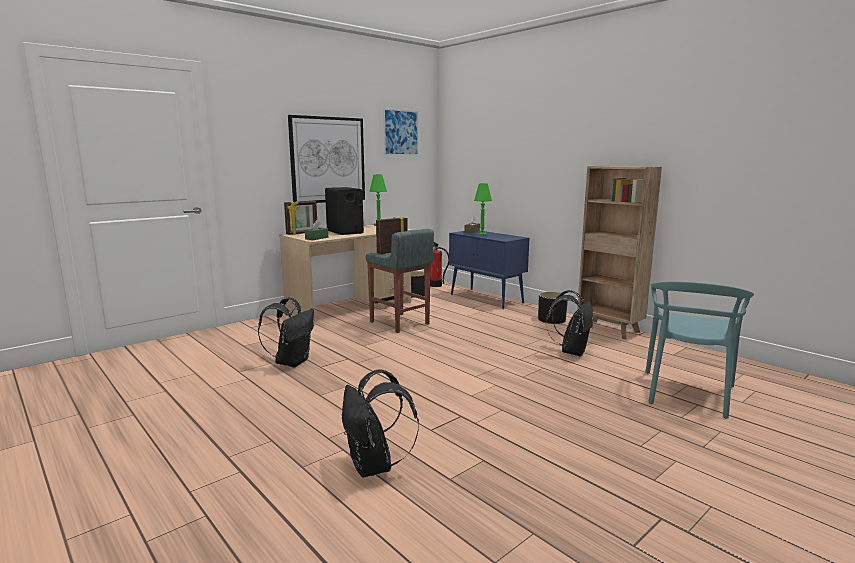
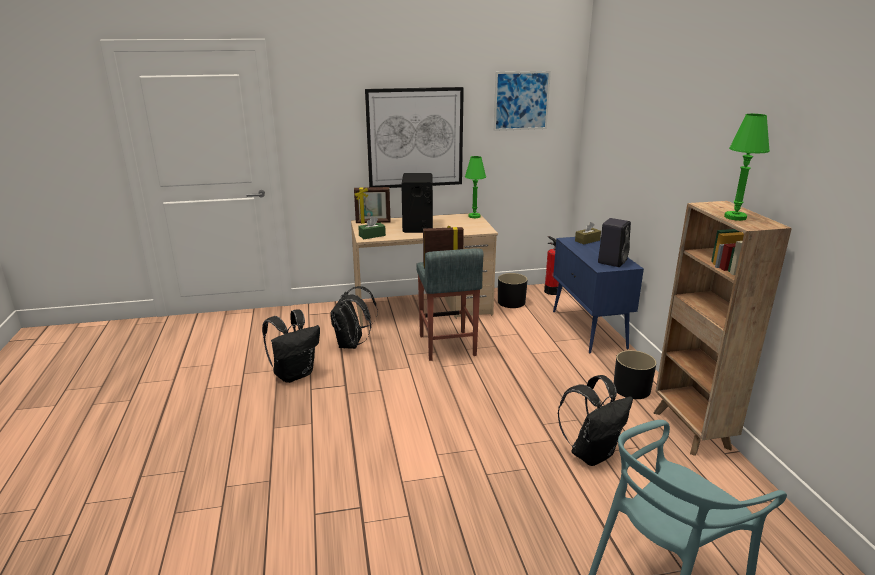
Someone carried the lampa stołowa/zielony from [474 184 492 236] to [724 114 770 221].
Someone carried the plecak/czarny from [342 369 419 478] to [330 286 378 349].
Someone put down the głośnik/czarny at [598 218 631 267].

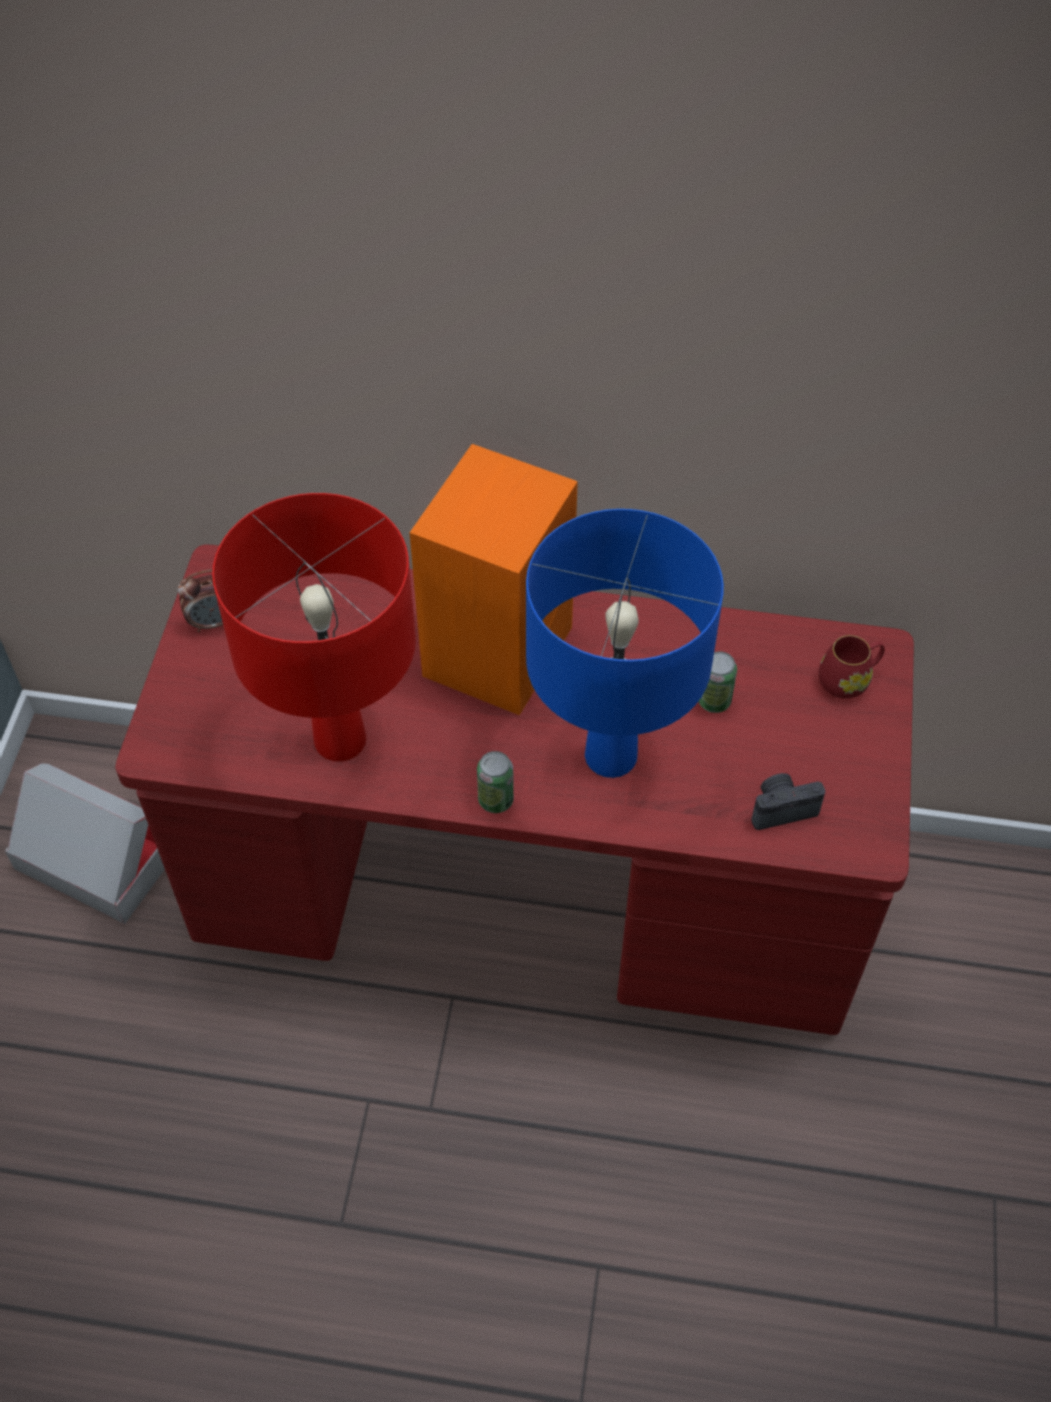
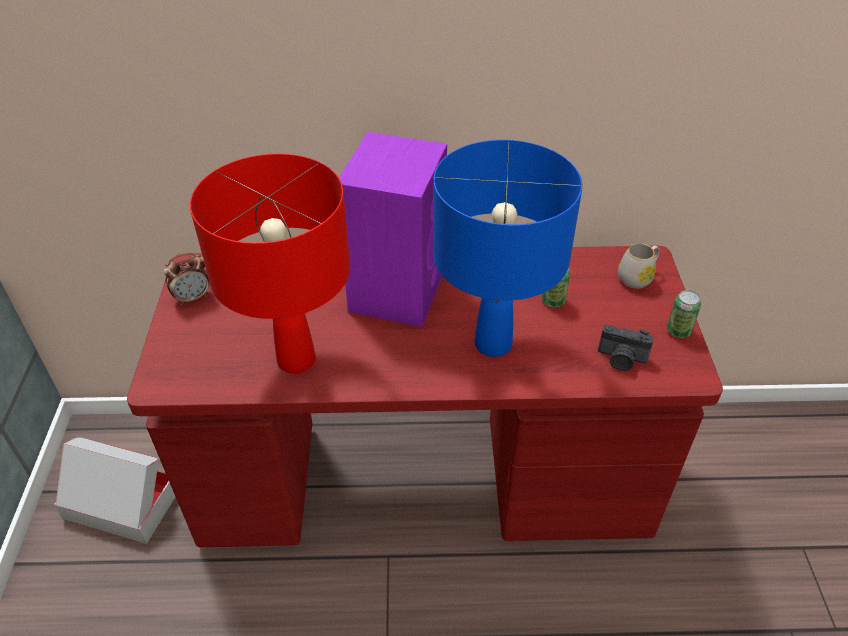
Someone repainted the głośnik/pomarańczowy at [410 444 578 715], which became the głośnik/fioletowy at [339 132 447 327].
Someone repainted the kubek/czerwony at [819 635 885 699], which became the kubek/biały at [618 243 660 288].
Someone carried the puszka from [477 751 514 813] to [667 290 701 338].
Someone rotated the aparat fotograficzny at [751 773 826 830] by 135 degrees counterclockwise.

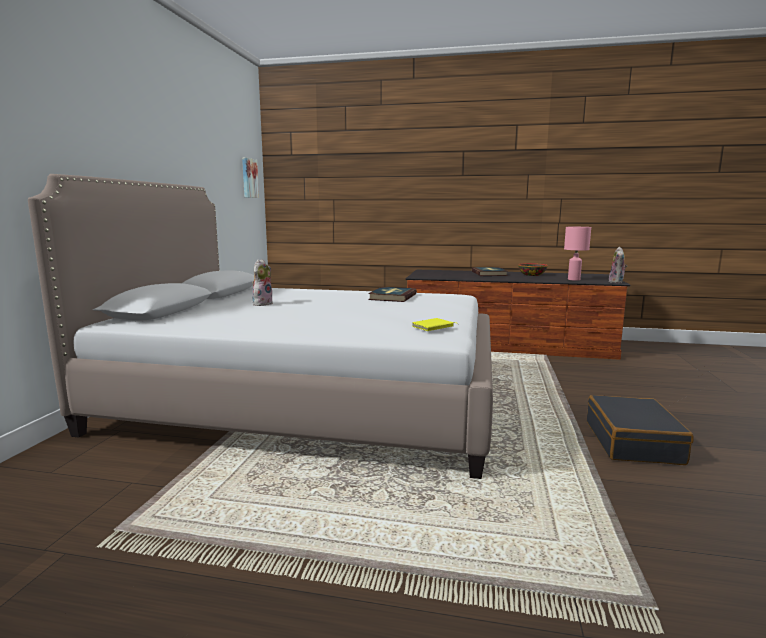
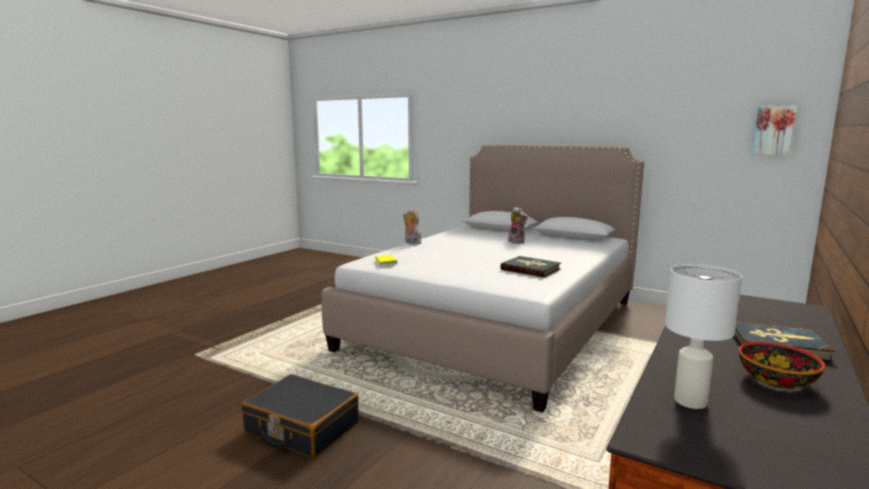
Someone repainted the lampa stołowa/różowy at [564 227 591 281], which became the lampa stołowa/biały at [665 264 742 409].
Someone carried the pluszak from [609 247 627 283] to [403 208 421 245].

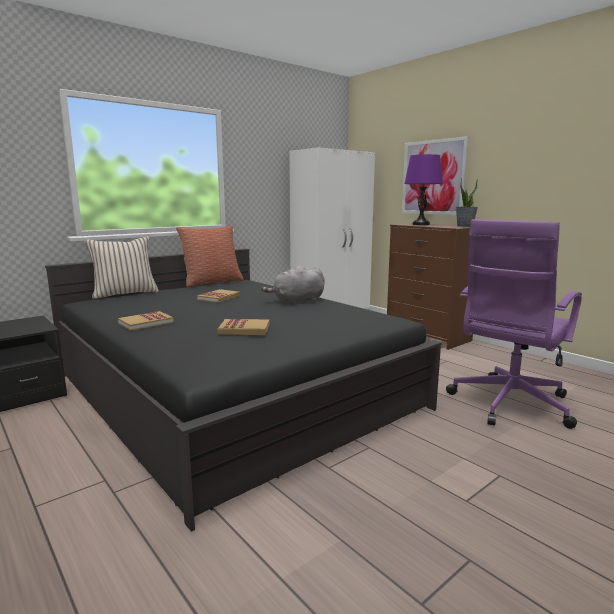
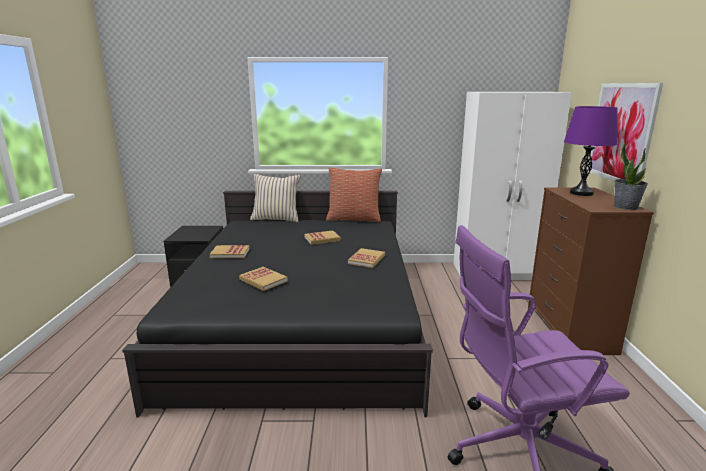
Someone swapped the pluszak/szary at [261 265 324 305] for the książka at [348 248 385 268].

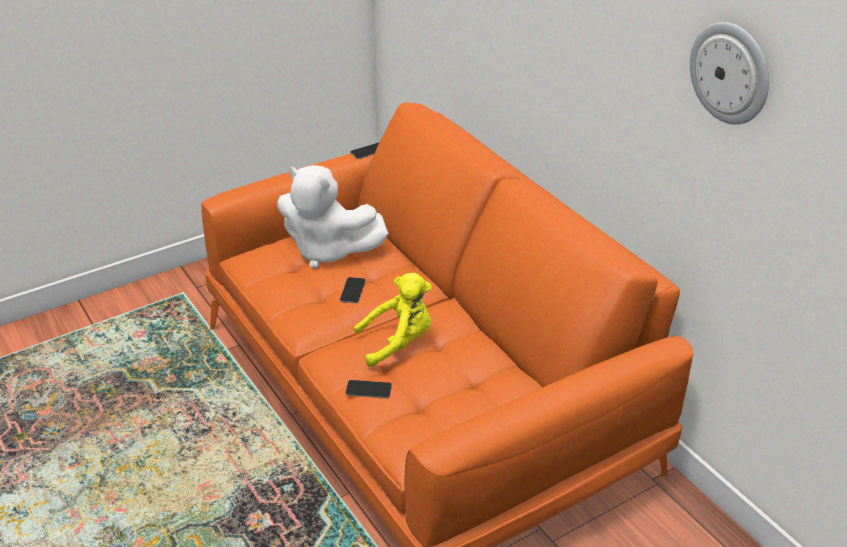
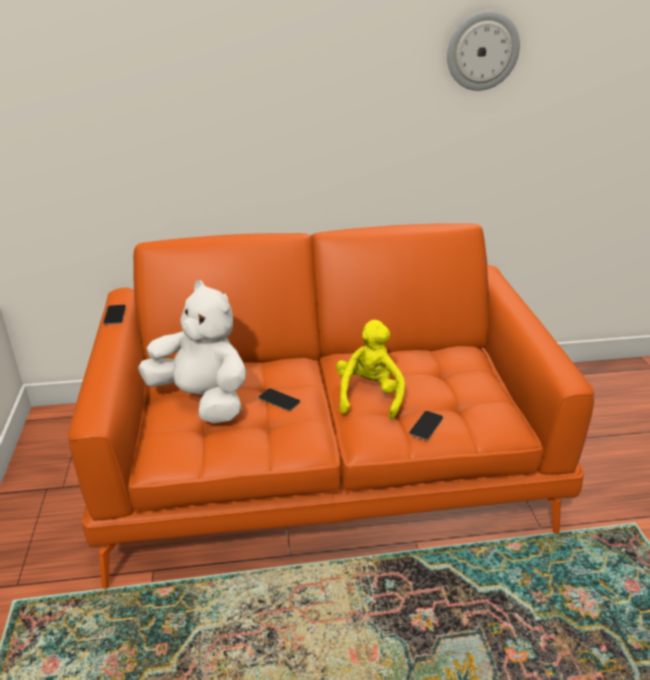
Someone rotated the pluszak/biały at [277 165 389 269] by 105 degrees counterclockwise.

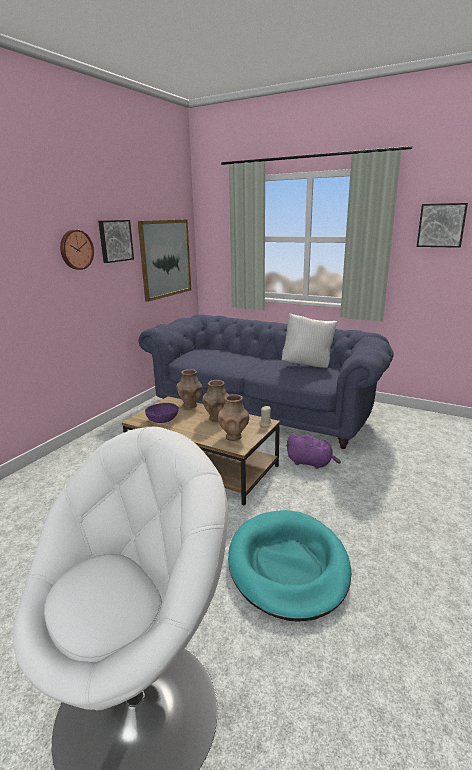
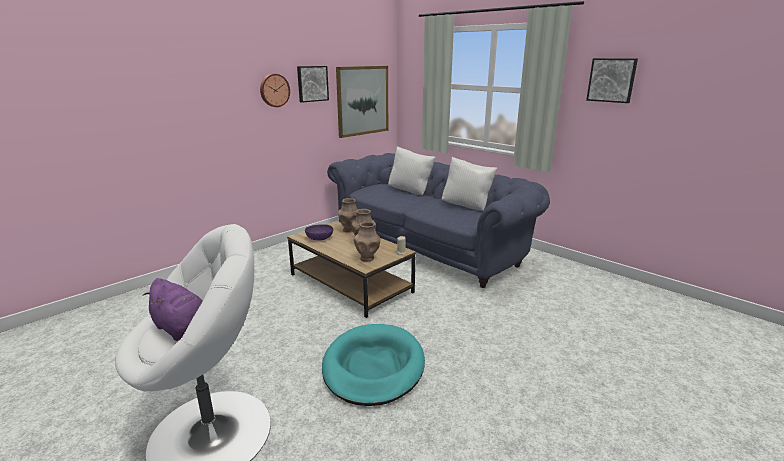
Someone carried the pluszak/fioletowy from [286 434 341 469] to [143 278 202 341].
Someone put down the poduszka/biały at [388 146 436 195].

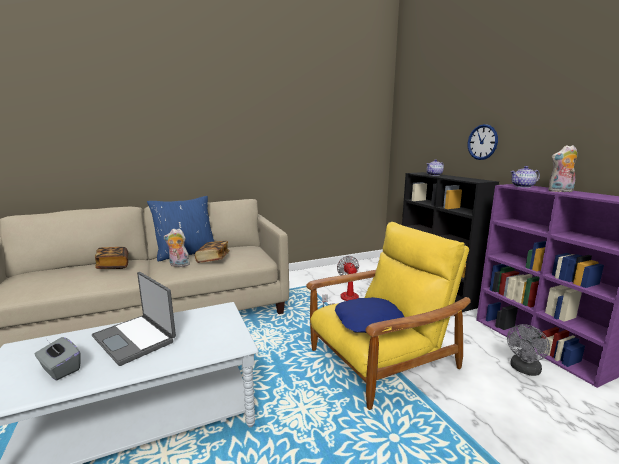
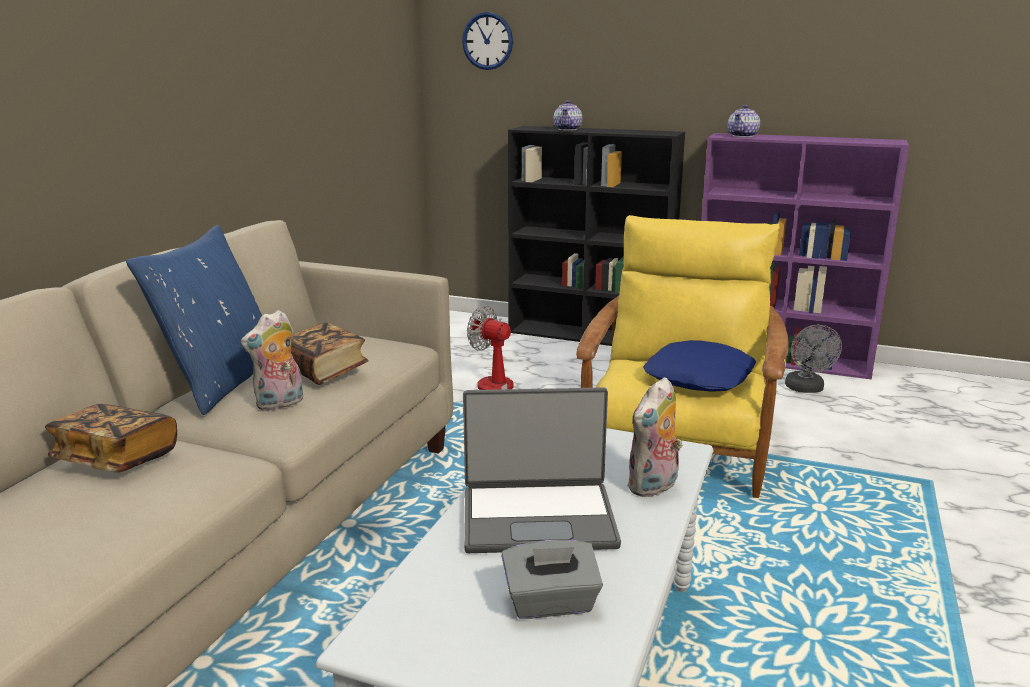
Someone carried the zegar ścienny from [468 124 498 160] to [462 12 513 70].
Someone carried the pluszak from [548 145 577 192] to [627 377 683 497].

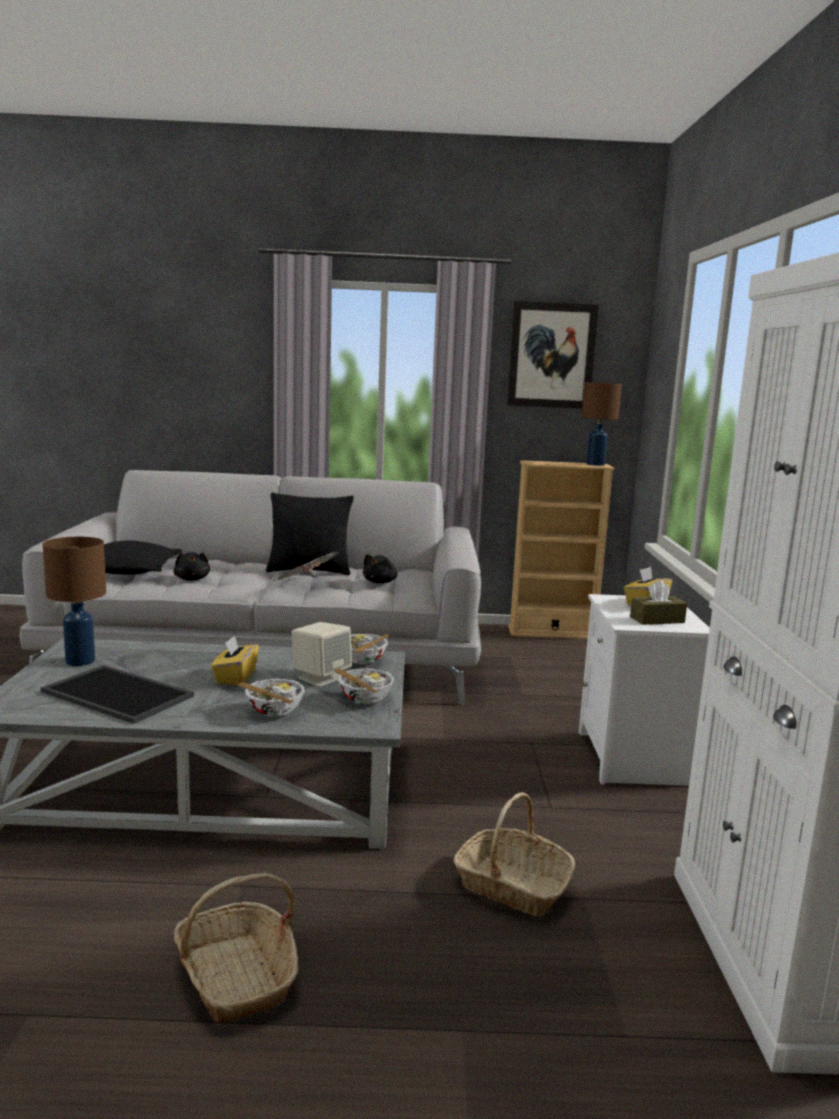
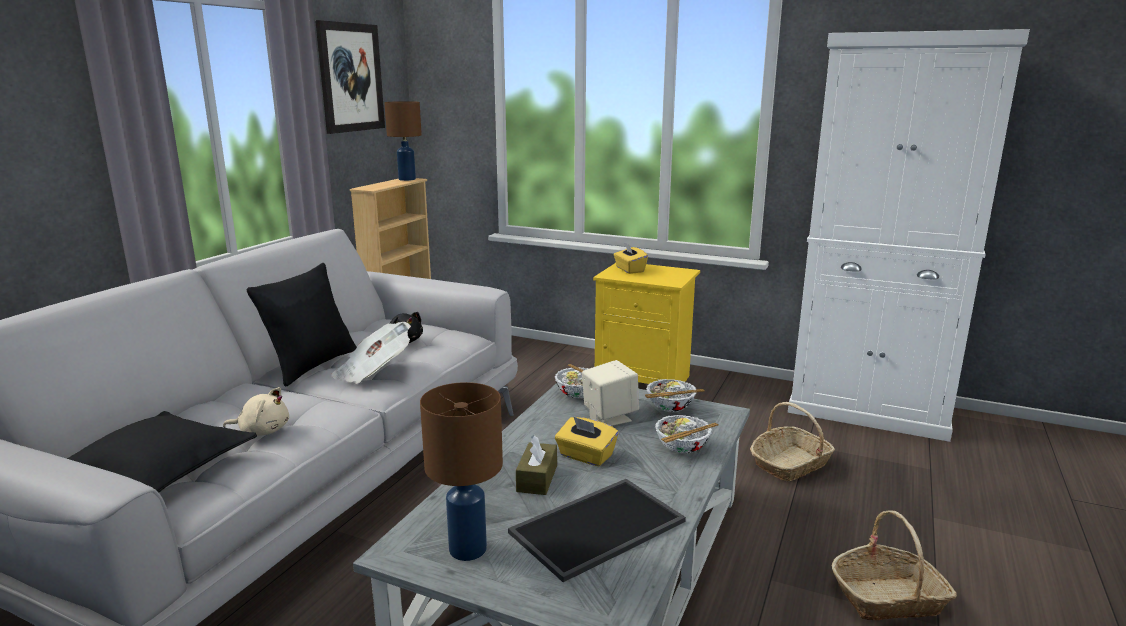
Someone repainted the pluszak/czarny at [173 552 210 581], which became the pluszak/beżowy at [223 387 289 436].
Someone carried the pudełko chusteczek/brązowy from [630 580 687 625] to [516 435 557 495].
Someone repainted the szafka nocna/biały at [579 594 710 786], which became the szafka nocna/żółty at [593 263 700 384].

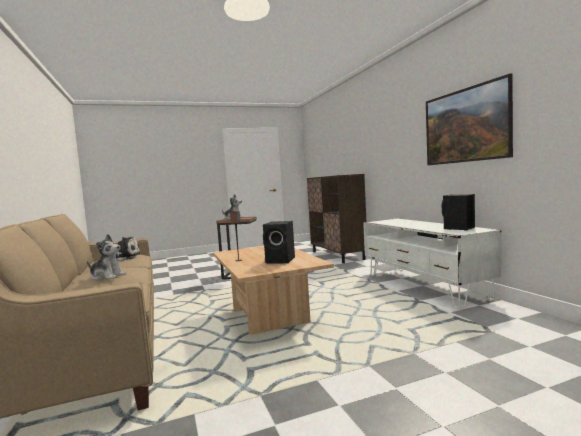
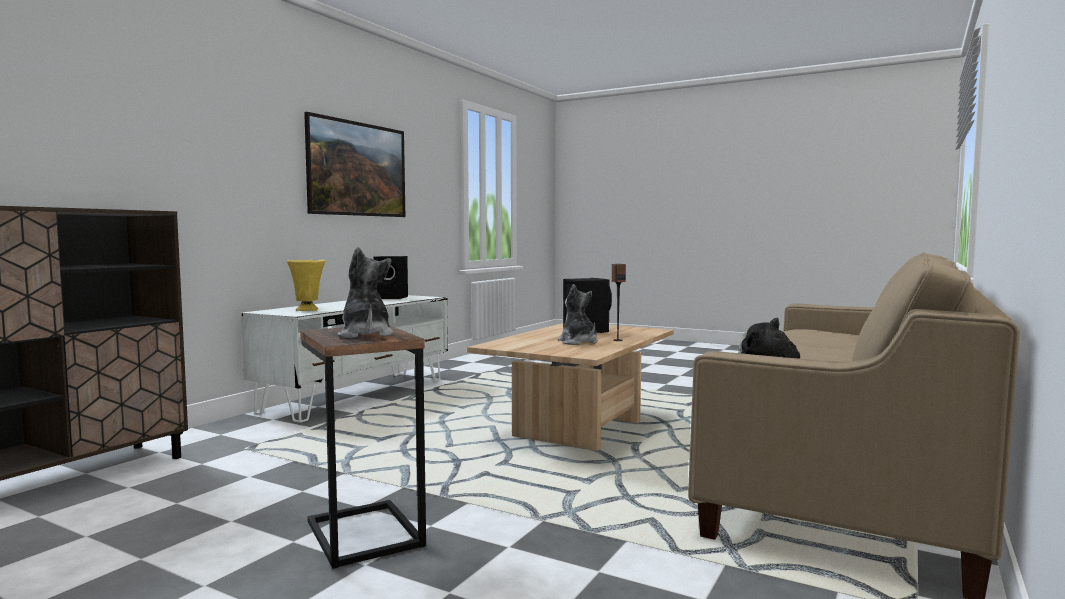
Someone carried the pluszak from [87 234 126 280] to [558 284 598 345].
Someone put down the wazon/żółty at [287 260 326 311].

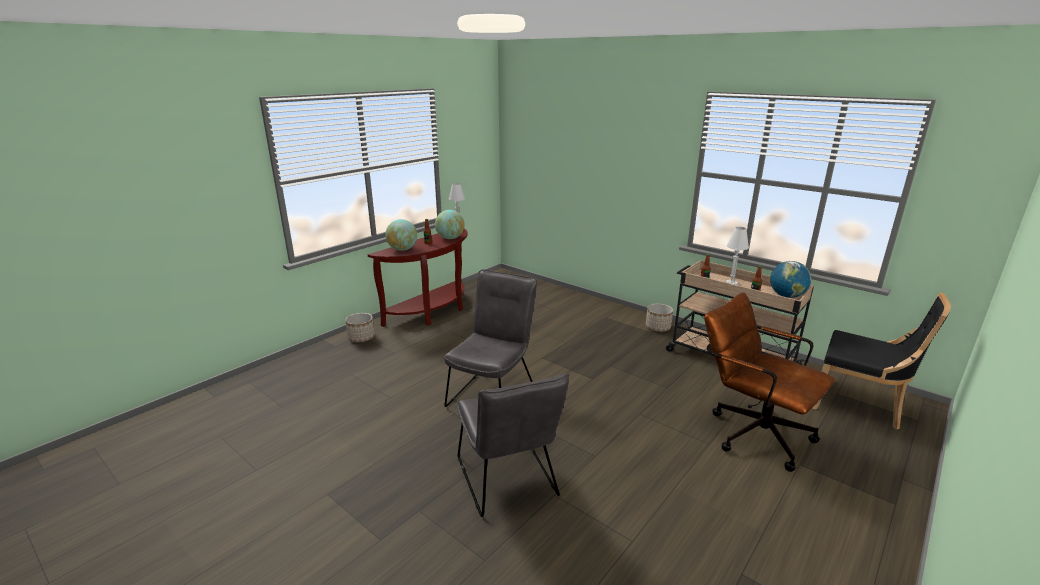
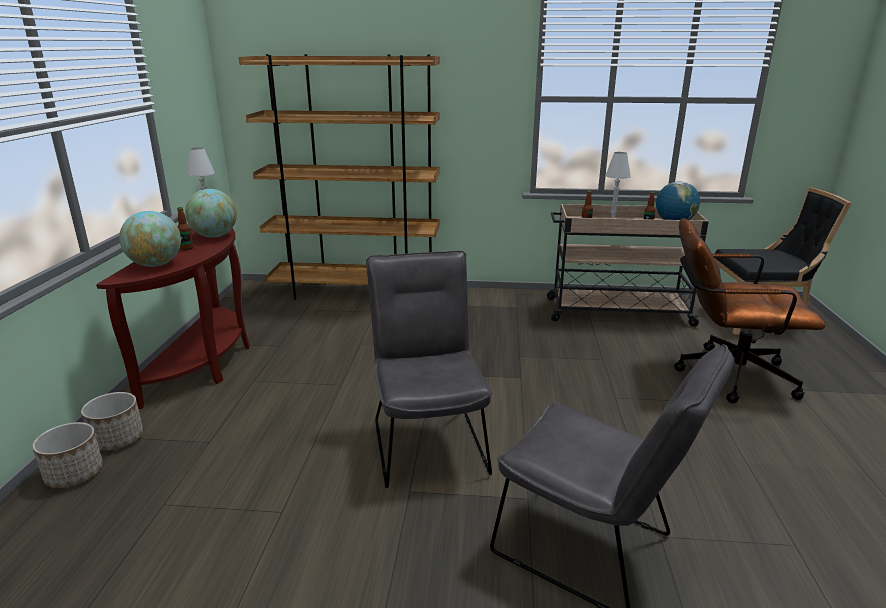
Someone carried the donica from [646 304 673 332] to [32 422 103 488].
Someone put down the regał/brązowy at [239 54 440 300].

